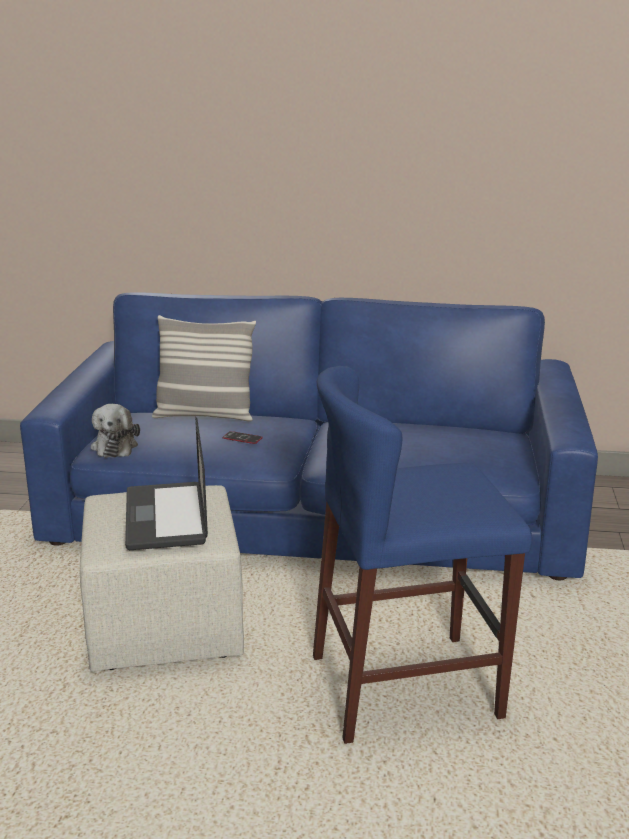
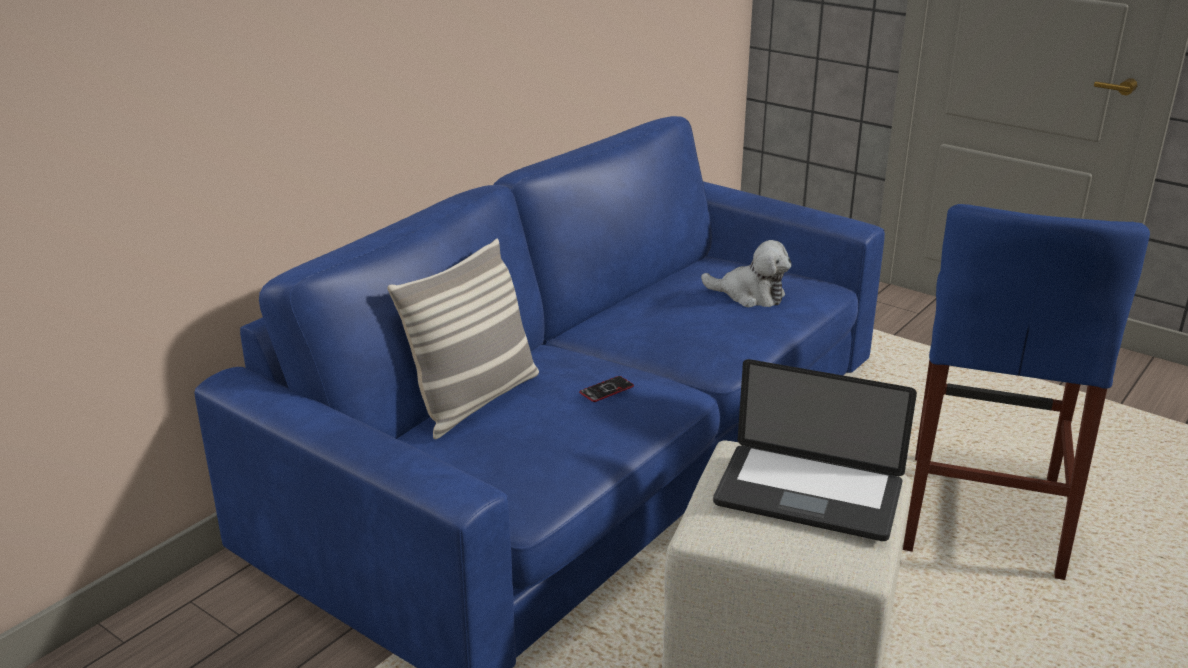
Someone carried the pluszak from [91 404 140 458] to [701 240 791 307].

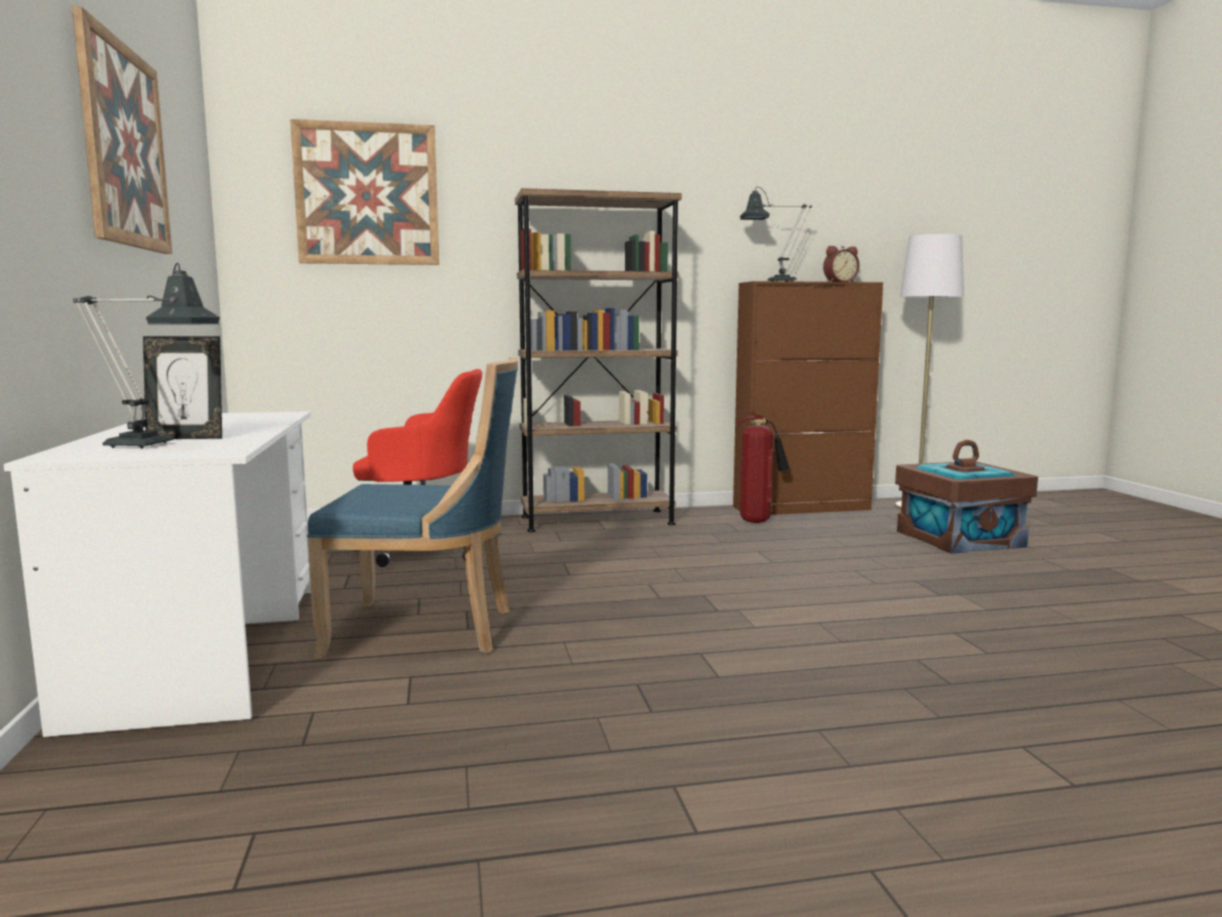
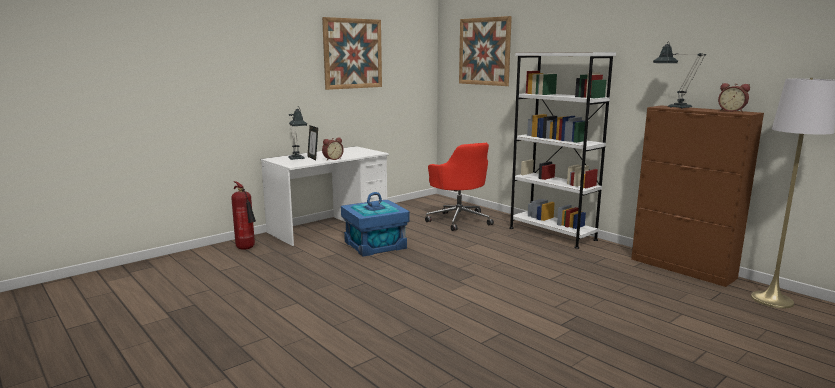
Someone repainted the regał/brązowy at [515 188 682 532], which became the regał/biały at [509 52 616 249].
Someone swapped the krzesło/niebieski at [307 357 518 659] for the pojemnik do przechowywania/niebieski at [341 192 409 257].
Someone carried the gaśnica from [738 412 790 523] to [231 181 256 250].
Someone took away the pojemnik do przechowywania/brązowy at [895 440 1038 554].
Someone put down the budzik at [322 137 344 160].

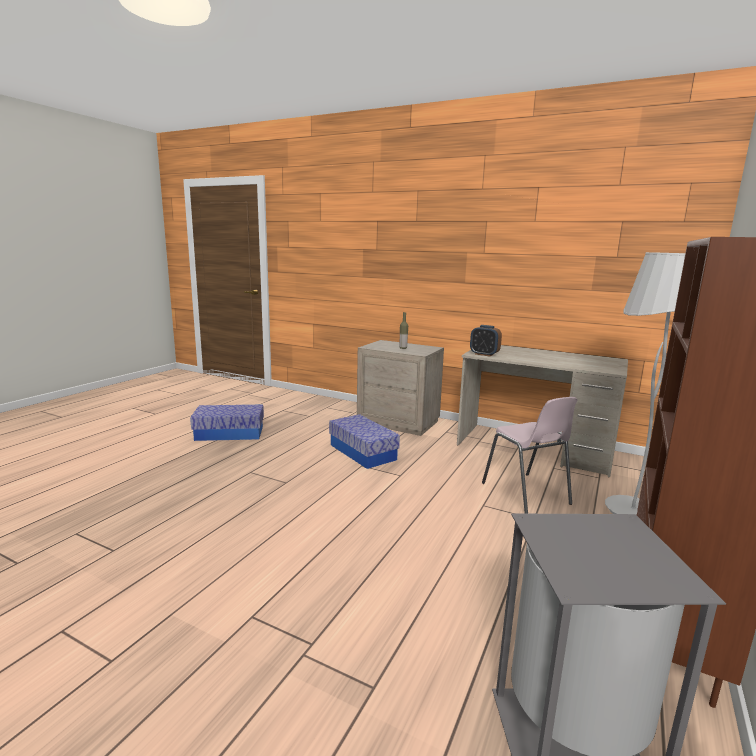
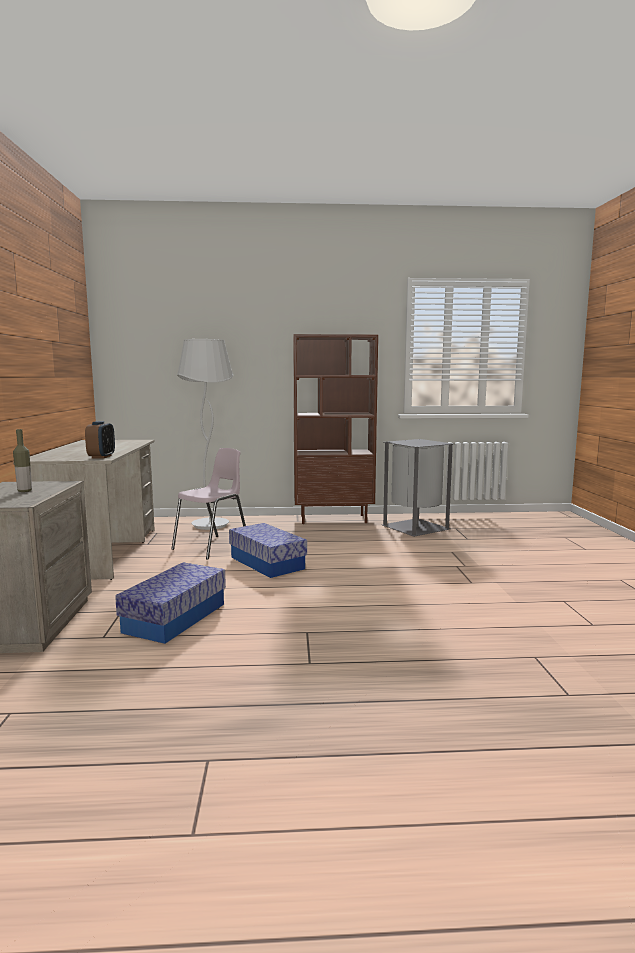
Someone carried the pojemnik do przechowywania from [190 405 264 441] to [229 523 307 578].

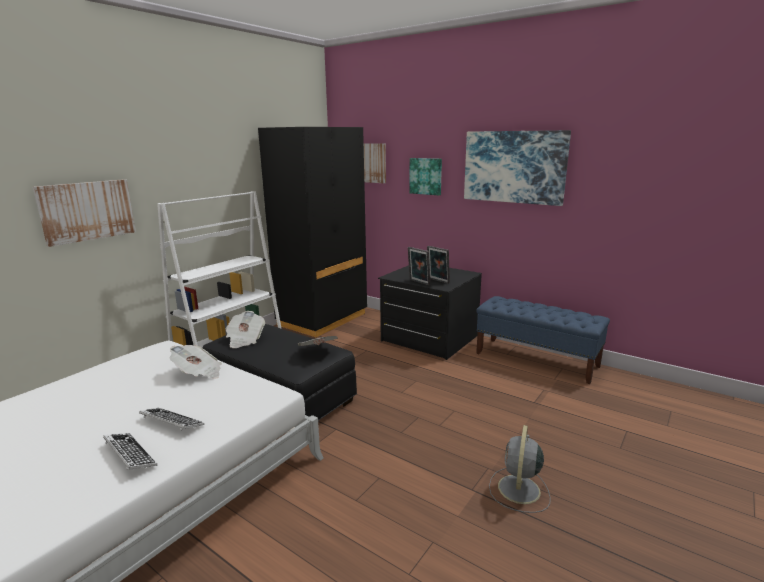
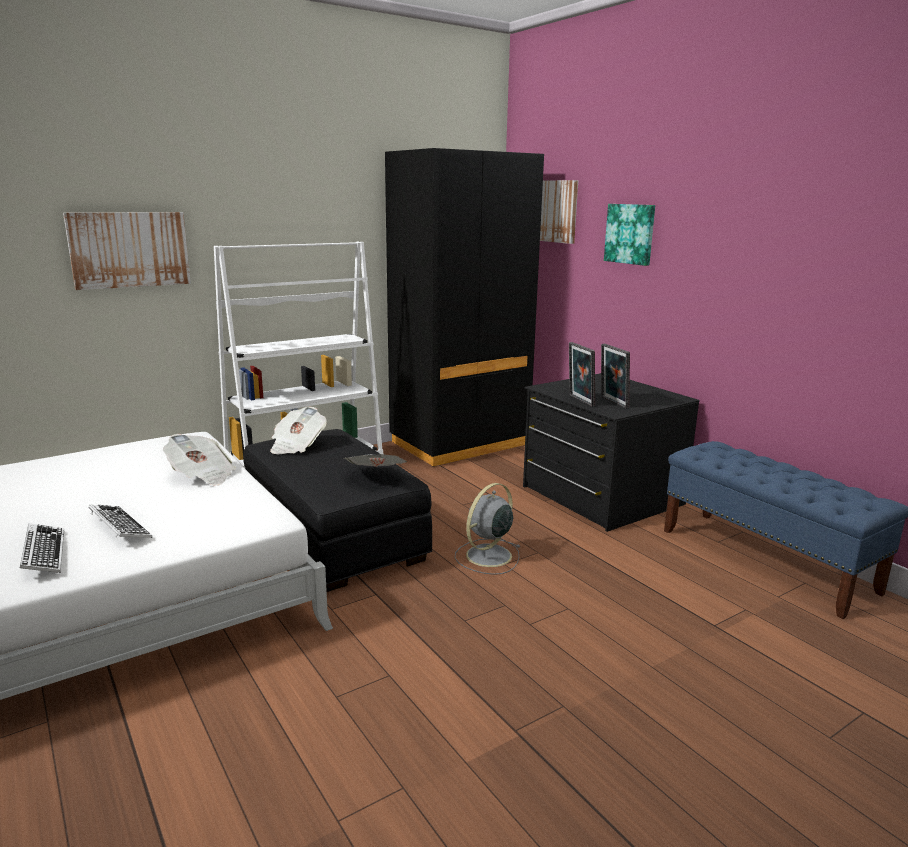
Someone took away the obraz at [464 130 571 206].
Someone carried the wentylator/szary from [489 425 551 513] to [455 483 521 575].

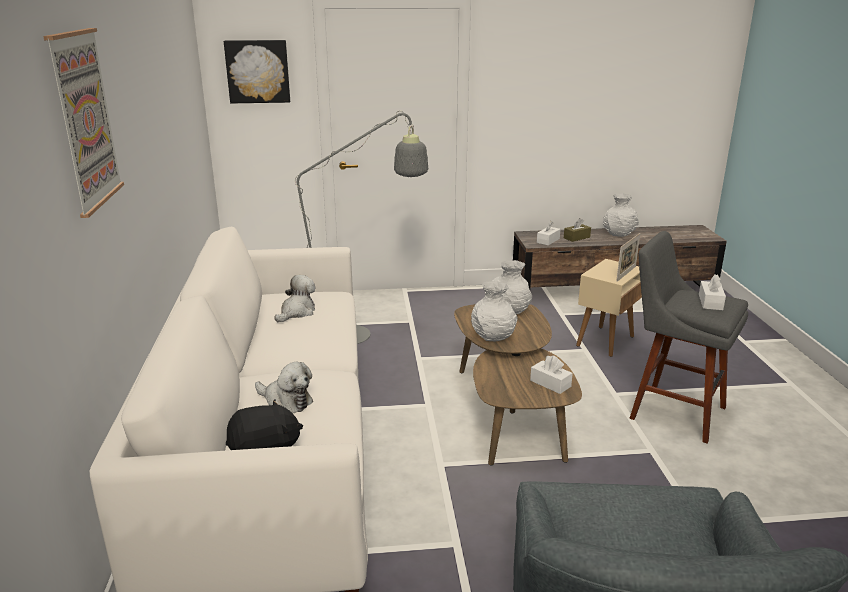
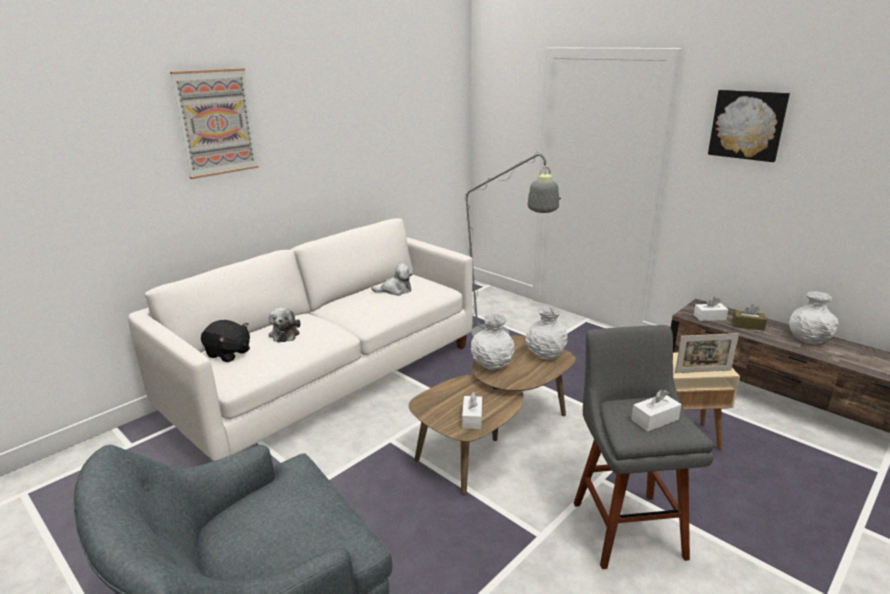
Someone carried the obraz from [224 40 290 103] to [708 90 790 162].

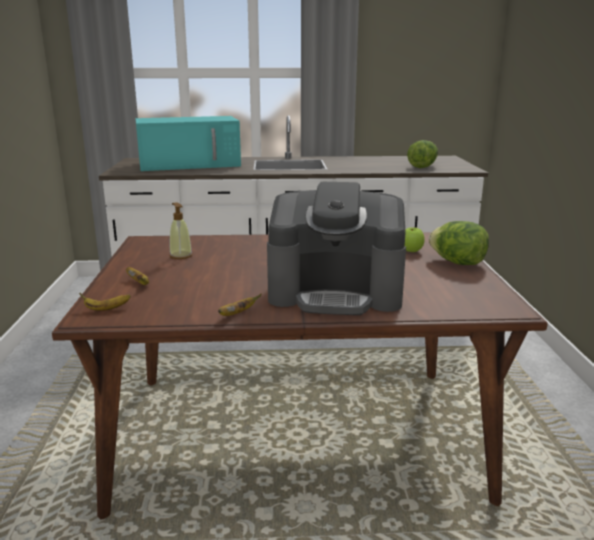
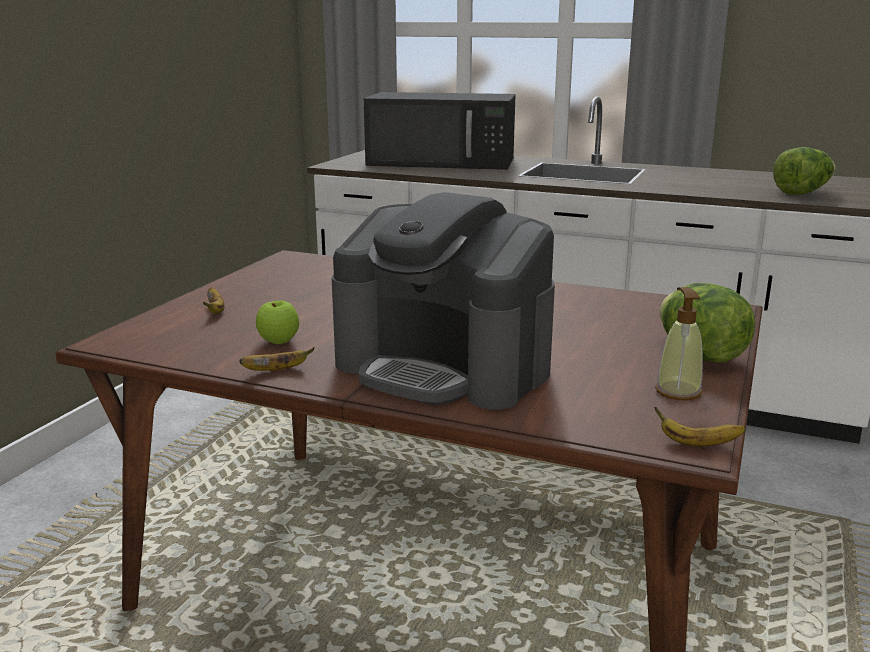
Someone repainted the mikrofalówka/turkusowy at [135 116 241 171], which became the mikrofalówka/czarny at [364 92 516 170].
Someone carried the dozownik mydła from [169 202 192 259] to [655 287 703 401].
Someone carried the jabłko from [405 227 425 252] to [256 300 299 344].
Someone carried the banan from [79 293 131 311] to [654 407 746 446].

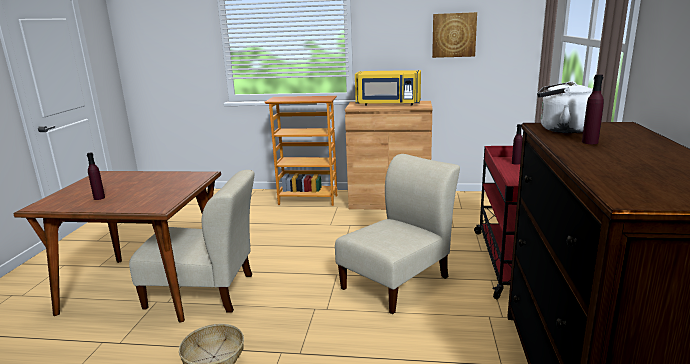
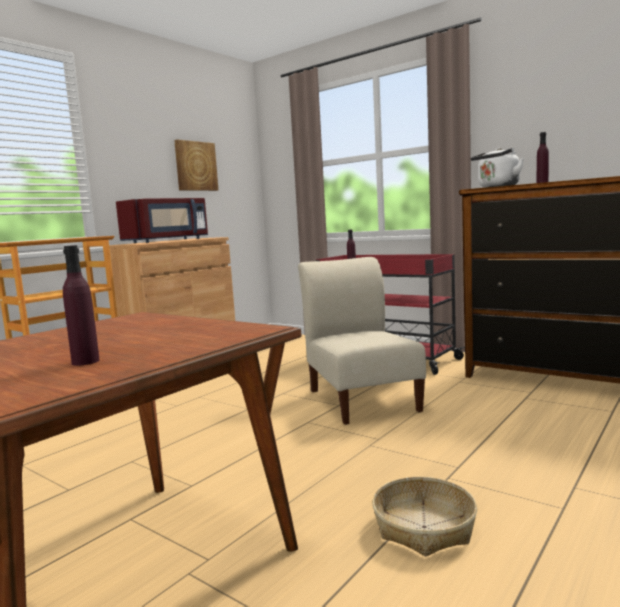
Someone repainted the mikrofalówka/żółty at [355 70 421 106], which became the mikrofalówka/czerwony at [116 198 208 243].
Someone took away the krzesło/beżowy at [129 170 255 313].

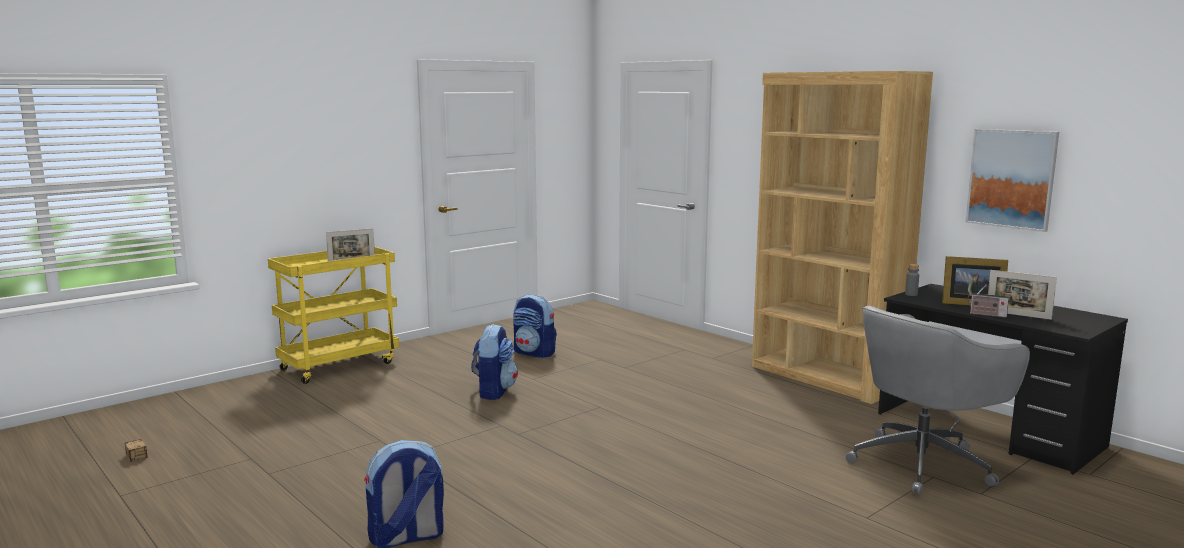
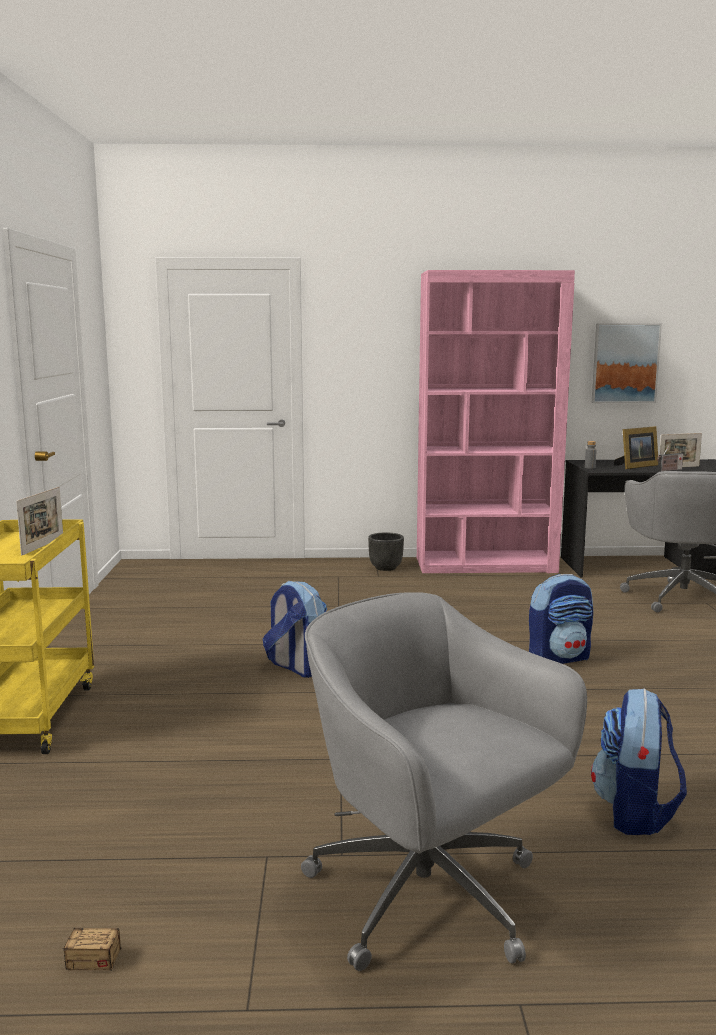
Someone repainted the regał/brązowy at [752 71 933 404], which became the regał/różowy at [417 270 575 573].
Someone carried the plecak from [513 294 557 358] to [529 574 593 664].
Someone put down the donica/czarny at [368 533 404 571].
Someone put down the krzesło biurowe/szary at [301 593 587 971].

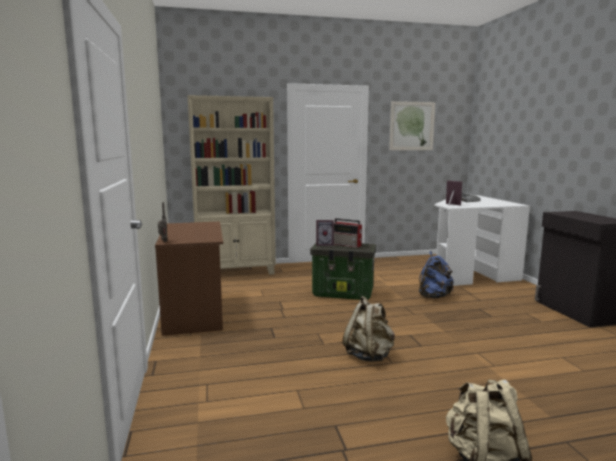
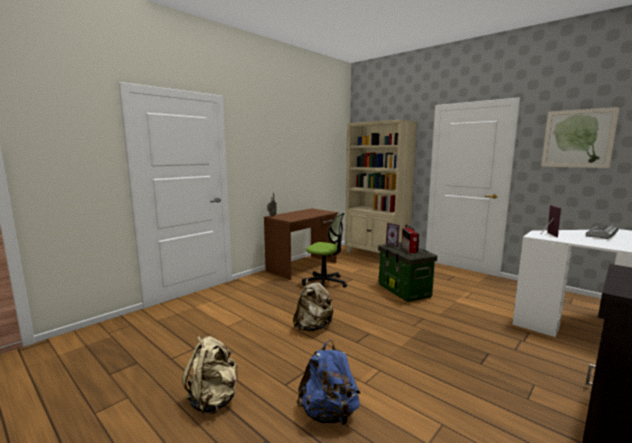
Someone carried the plecak/niebieski from [419 251 454 299] to [296 340 360 425].
Someone put down the krzesło biurowe at [302 213 347 288].

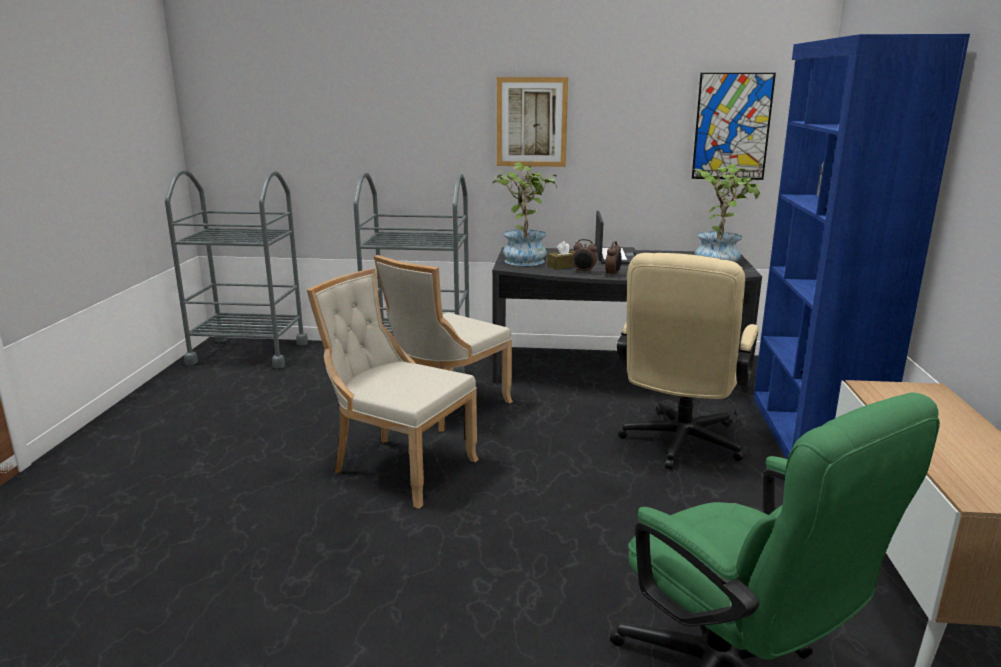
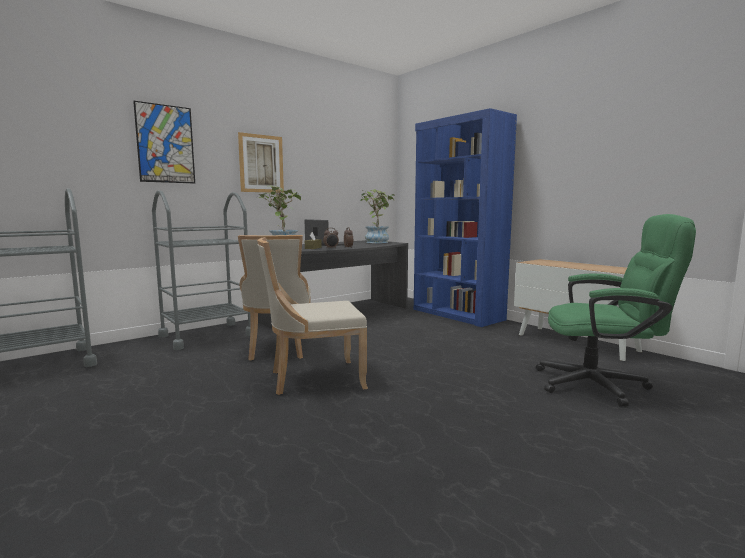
Someone carried the obraz from [692 73 776 180] to [133 101 195 184].
Someone took away the krzesło biurowe/beżowy at [617 253 758 470].

